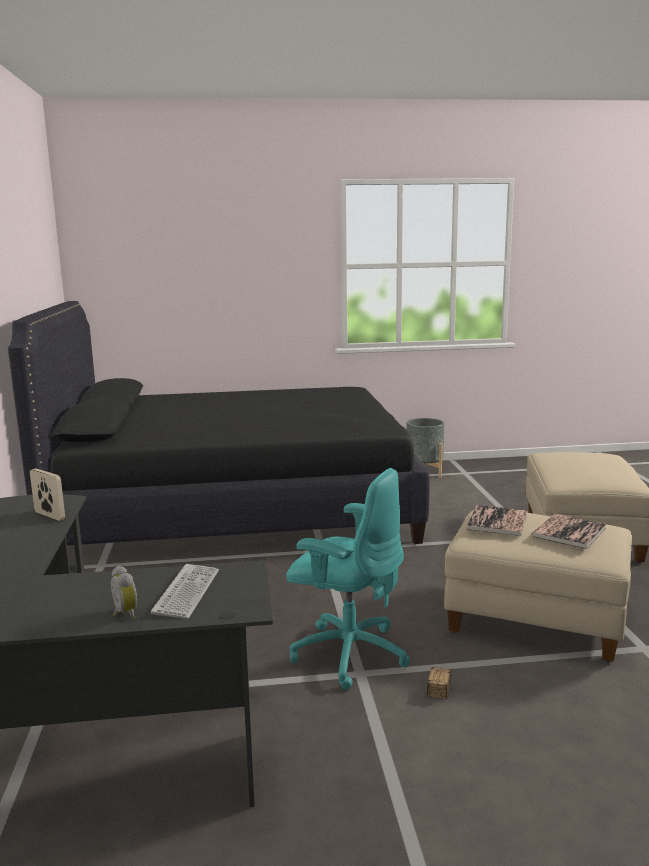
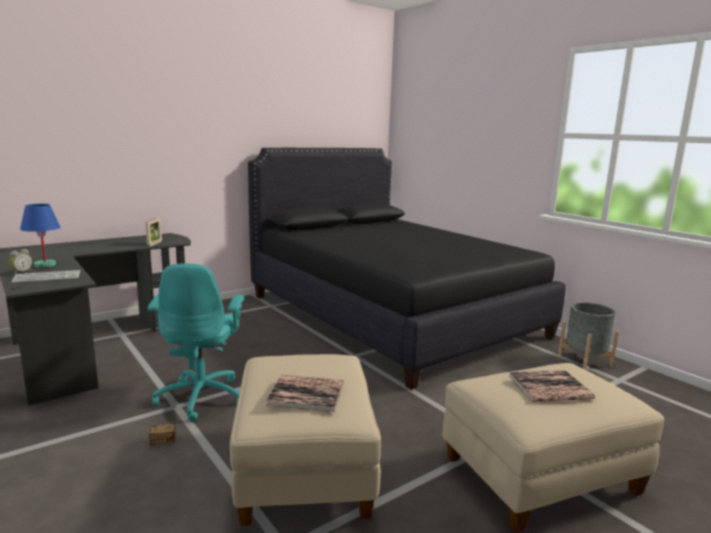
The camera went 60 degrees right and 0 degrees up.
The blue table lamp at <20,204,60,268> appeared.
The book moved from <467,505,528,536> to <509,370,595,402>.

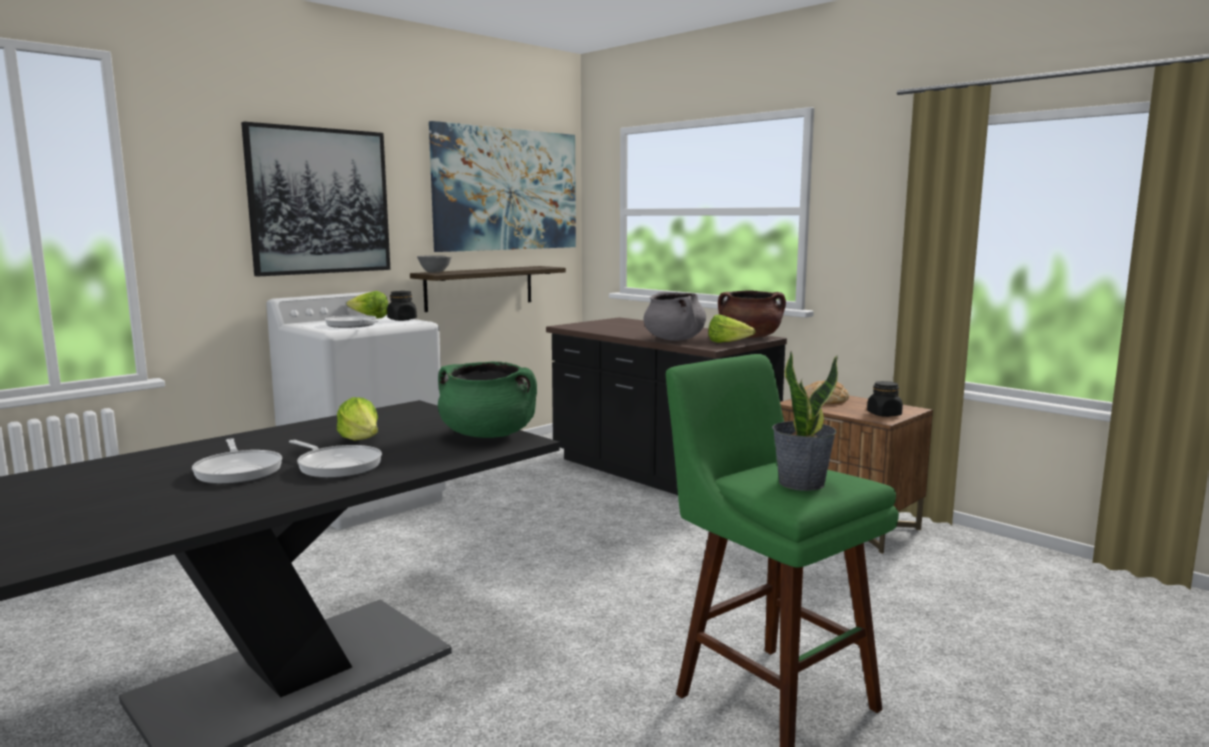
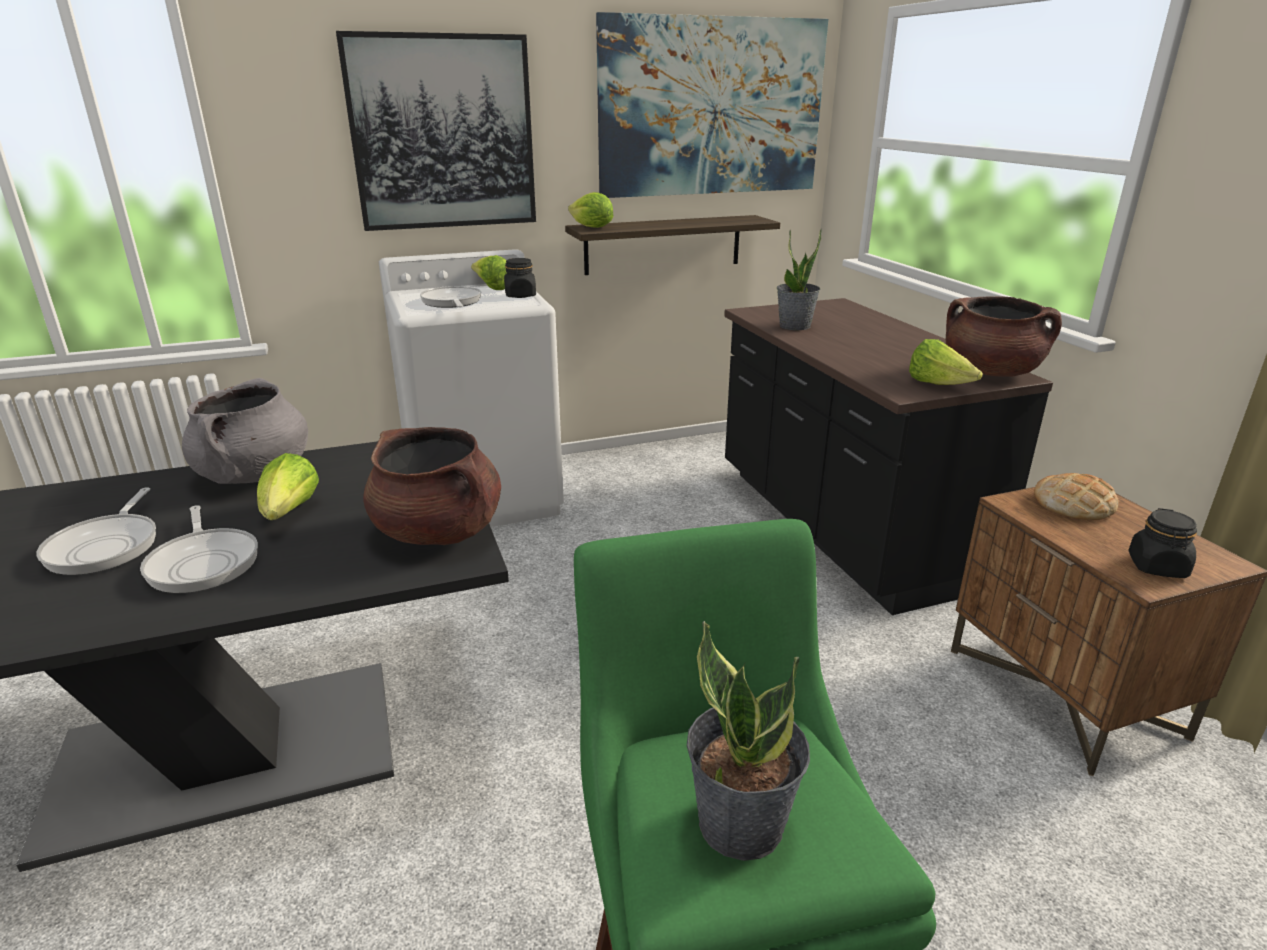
The camera went 25 degrees right and 15 degrees up.
The grey cooking pot moved from <644,292,706,341> to <182,378,308,484>.
The green cooking pot at <438,362,537,438> became the brown cooking pot at <363,427,501,545>.
The grey bowl at <417,255,452,273> was replaced by the lettuce at <568,192,613,228>.
The potted plant at <777,229,822,330> appeared.

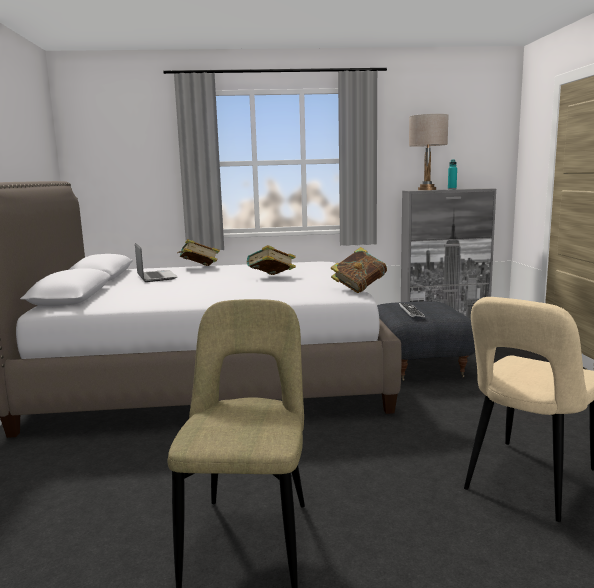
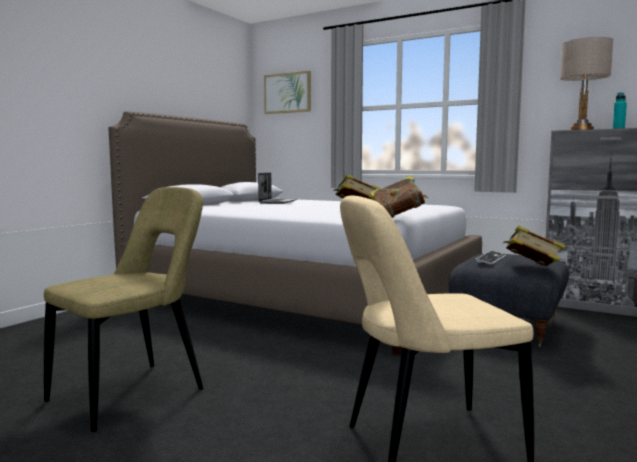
The camera went 35 degrees right and 5 degrees down.
The picture at <264,71,311,114> appeared.
The book moved from <178,239,220,266> to <503,226,566,266>.

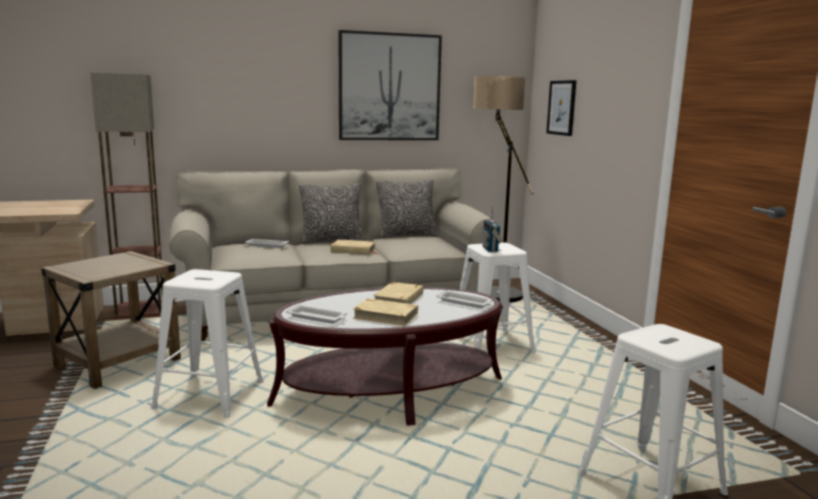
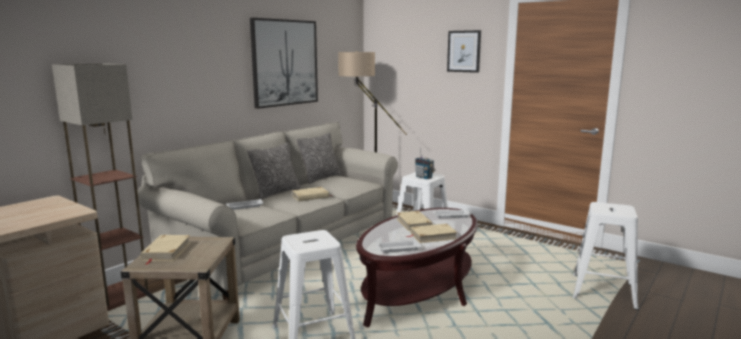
The camera went 35 degrees left and 0 degrees up.
The beige book at <141,235,191,265> appeared.
The picture moved from <546,80,577,136> to <447,30,481,73>.

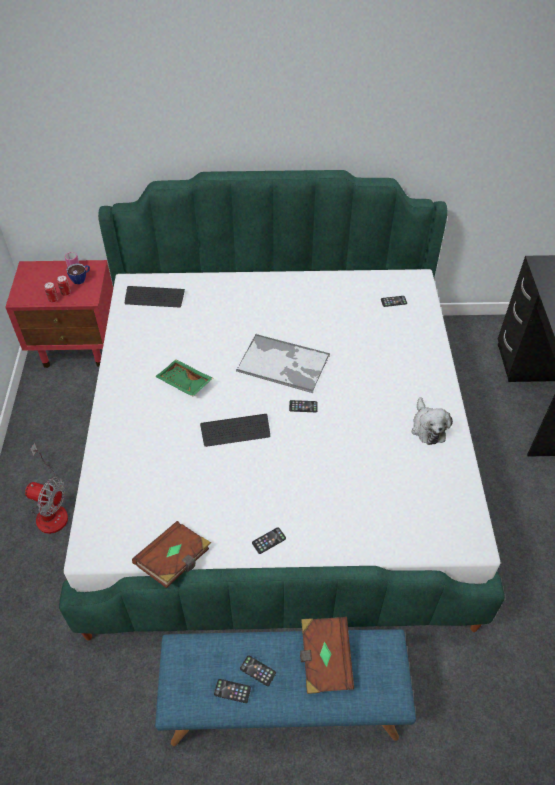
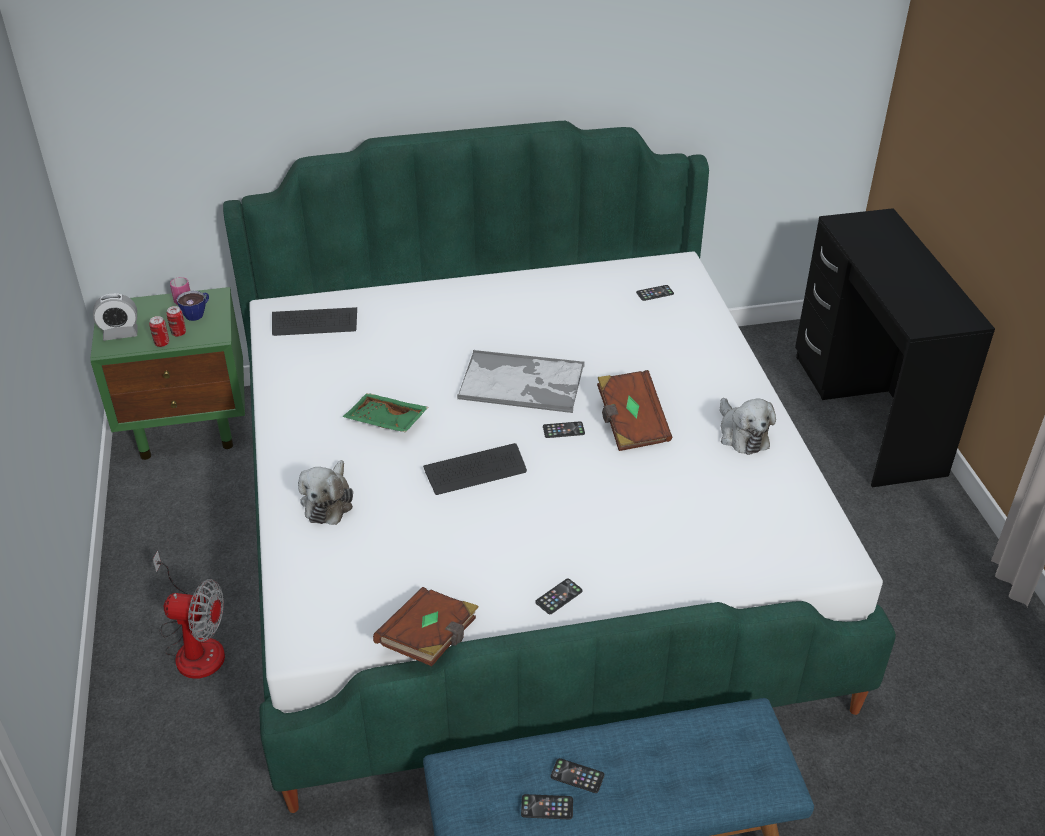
The camera went 10 degrees left and 10 degrees down.
The red nightstand at <5,260,113,368> became the green nightstand at <90,287,245,460>.
The alarm clock at <93,293,137,341> appeared.
The plush toy at <298,460,353,525> appeared.
The brown book moved from <300,617,354,694> to <597,370,672,451>.

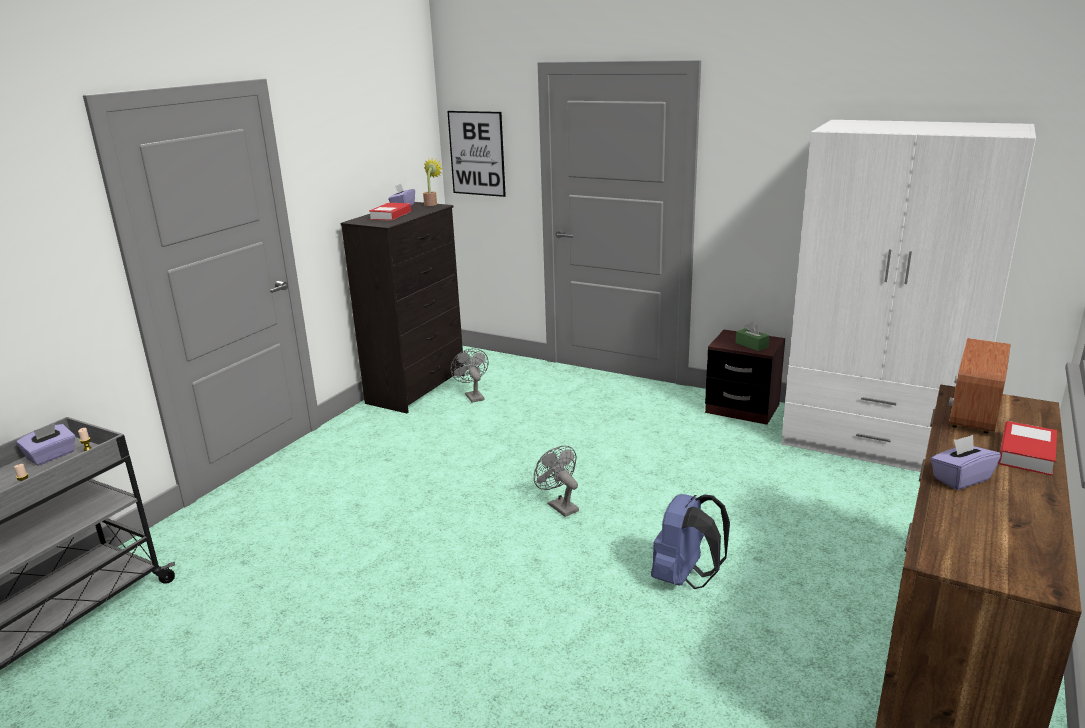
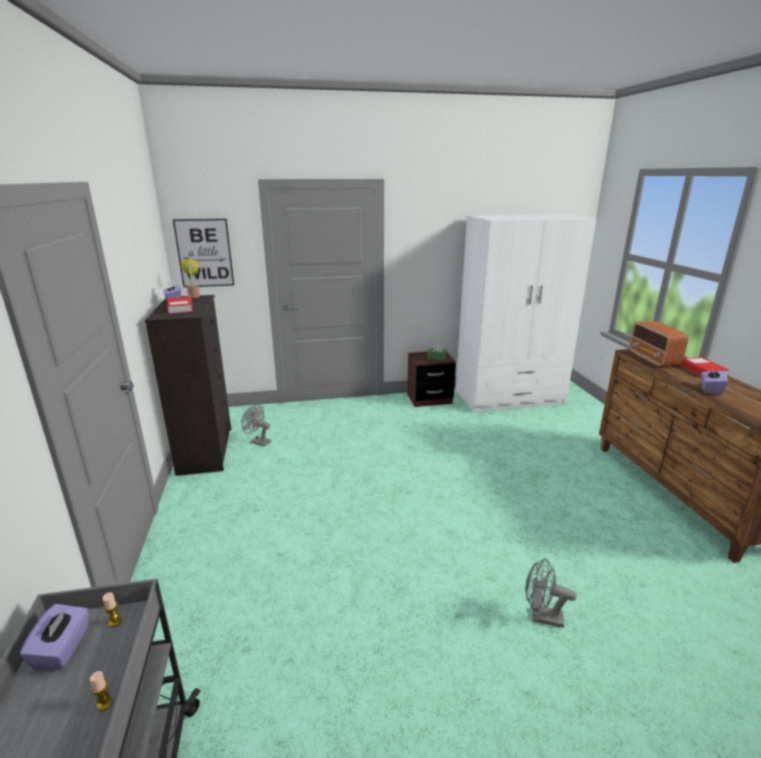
The camera went 40 degrees left and 0 degrees up.
The grey fan moved from <534,446,579,517> to <526,558,577,628>.
The blue backpack at <651,494,730,589> disappeared.

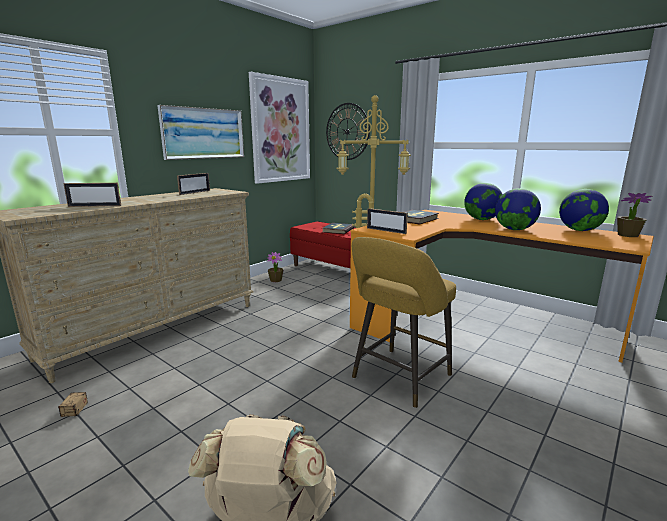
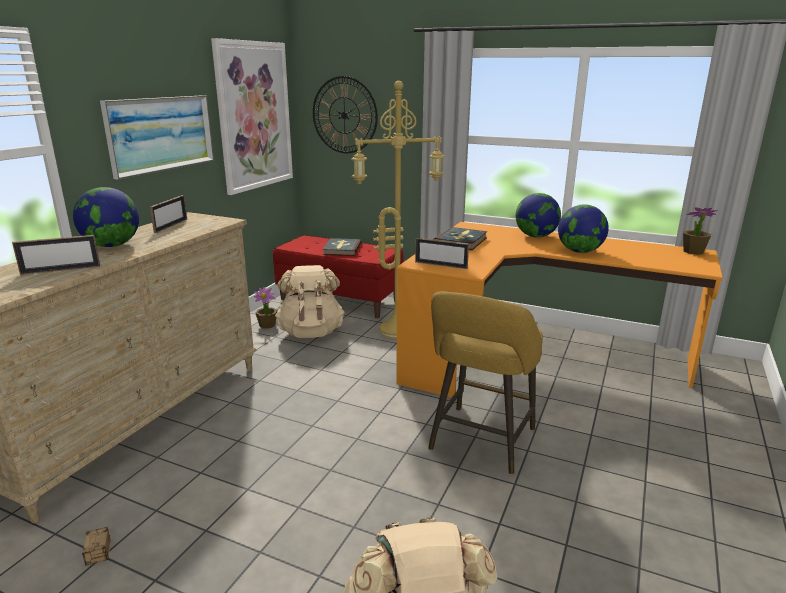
The camera went 15 degrees left and 5 degrees up.
The globe moved from <559,189,609,231> to <73,187,139,247>.
The beige backpack at <275,265,345,338> appeared.

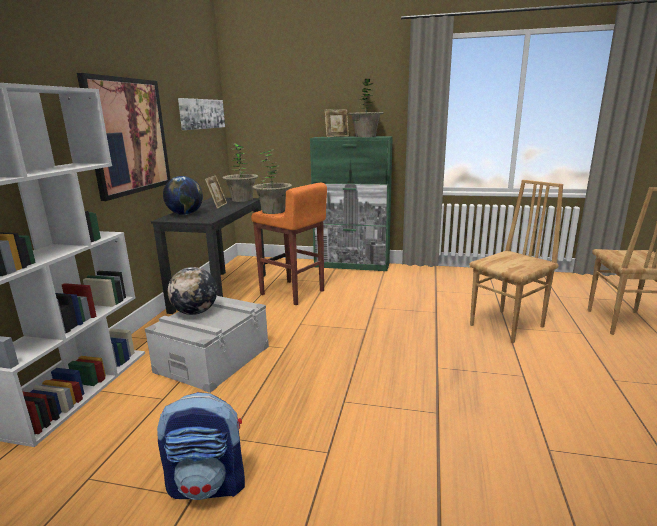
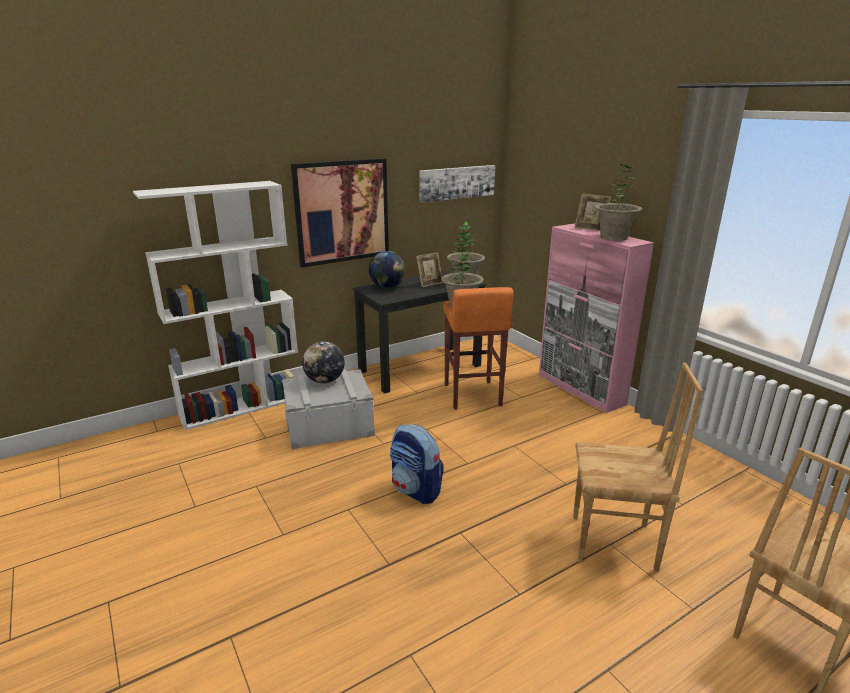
The camera went 45 degrees right and 5 degrees up.
The backpack moved from <157,392,245,500> to <390,424,444,504>.
The green cabinet at <310,136,393,271> became the pink cabinet at <539,224,654,413>.

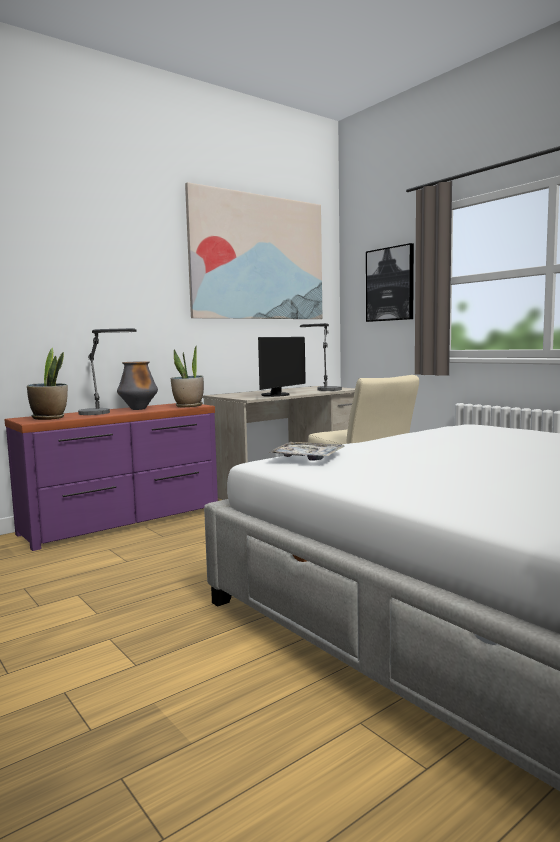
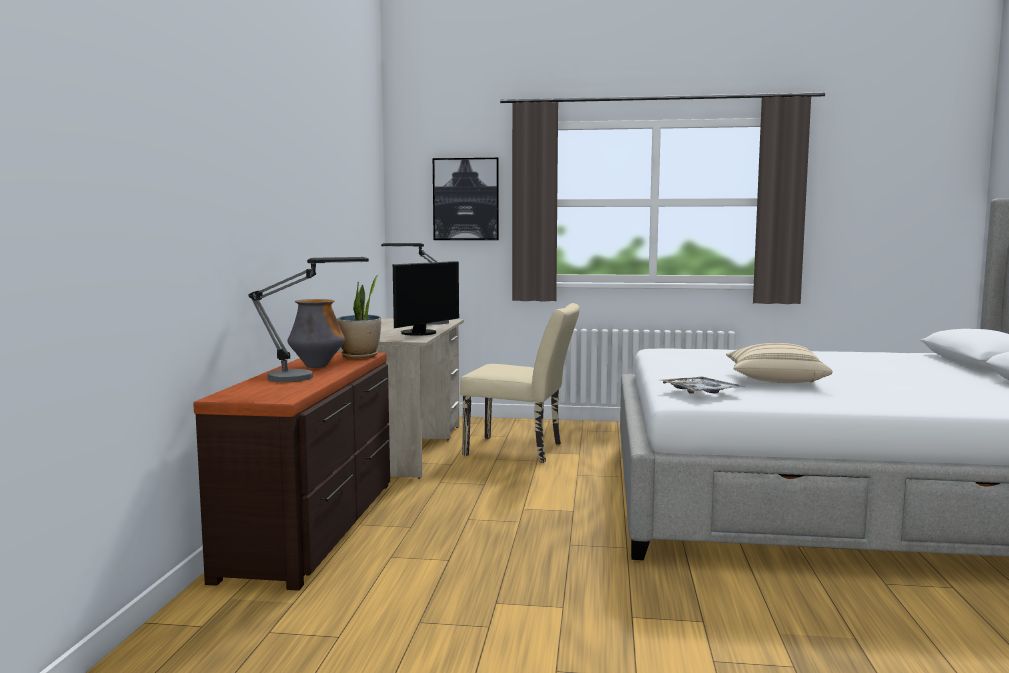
The camera went 45 degrees left and 0 degrees up.
The purple dresser at <5,403,218,551> became the brown dresser at <193,352,390,591>.
The monitor at <258,337,306,397> turned 45 degrees clockwise.
The beige pillow at <726,343,833,383> appeared.
The potted plant at <27,348,68,420> disappeared.
The picture at <185,182,322,319> disappeared.

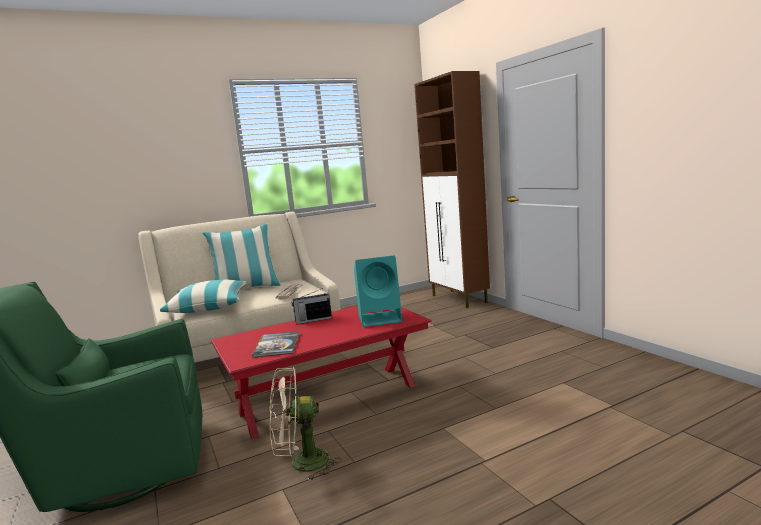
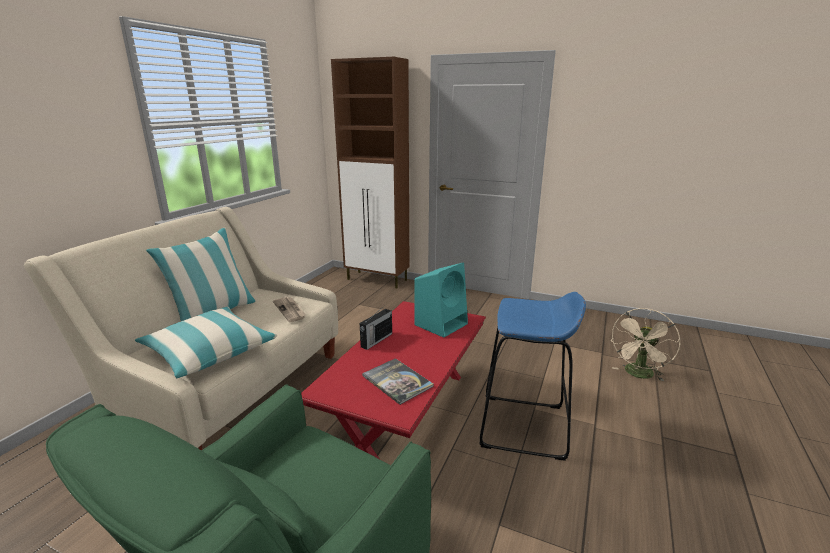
The camera went 40 degrees left and 10 degrees up.
The blue stool at <479,292,586,461> appeared.
The beige fan moved from <269,367,341,481> to <610,308,680,381>.

